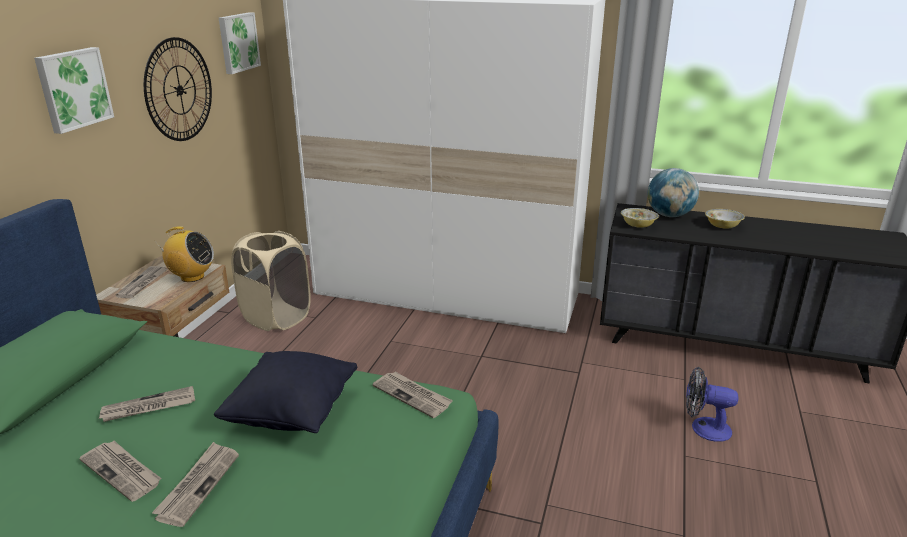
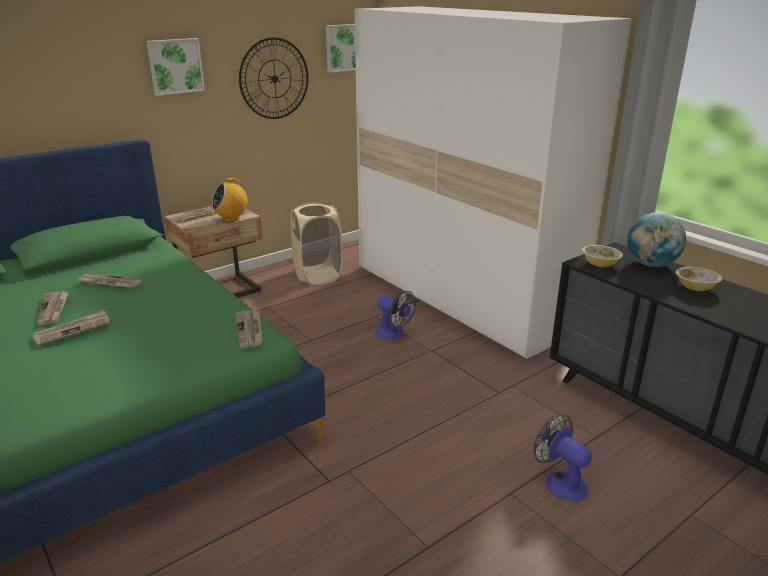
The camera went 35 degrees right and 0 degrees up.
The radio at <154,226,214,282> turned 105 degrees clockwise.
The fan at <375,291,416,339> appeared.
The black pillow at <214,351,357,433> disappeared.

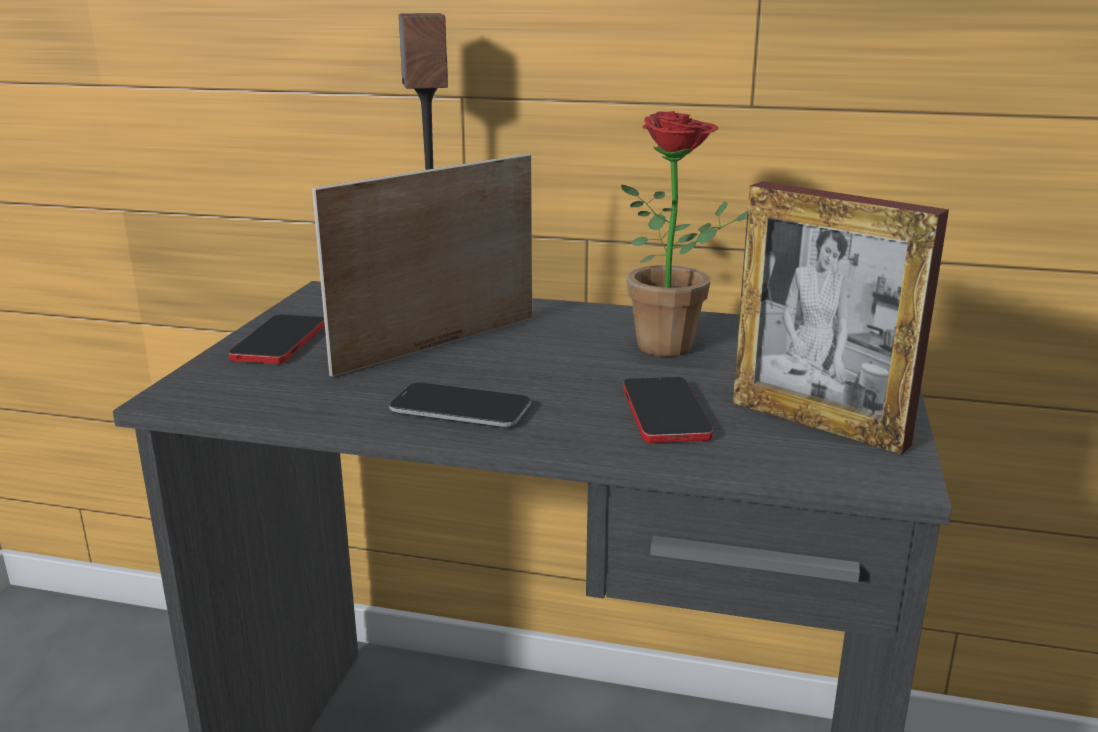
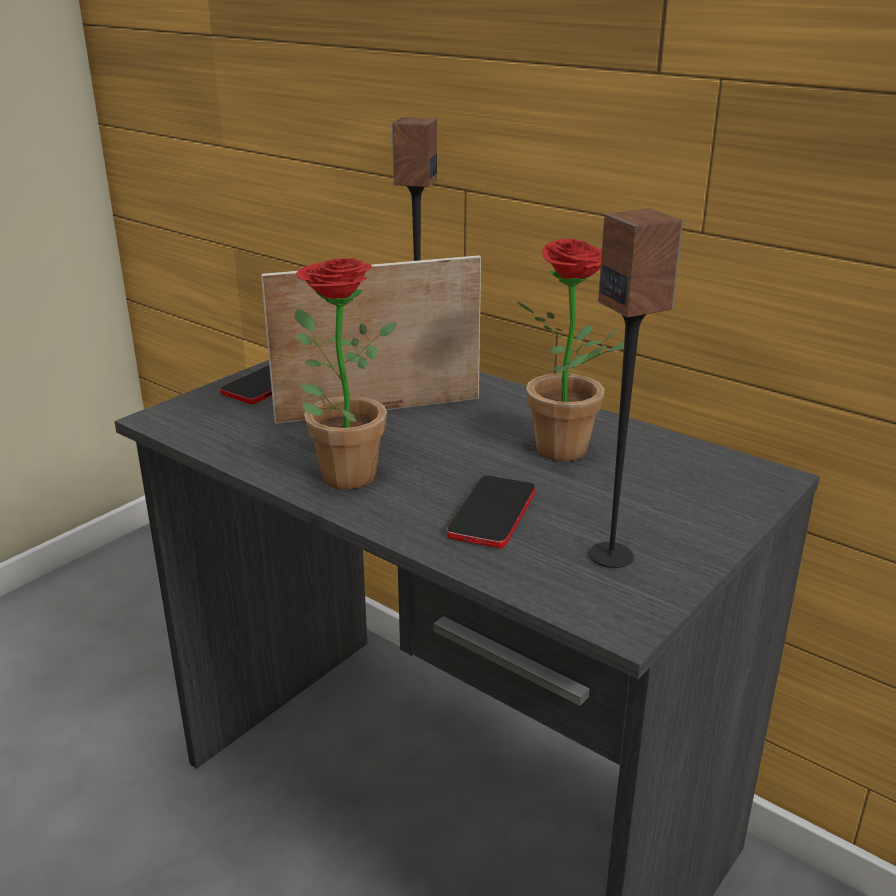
The camera went 25 degrees right and 5 degrees up.
The phone at <389,383,531,427> was replaced by the potted plant at <294,258,397,490>.
The picture frame at <733,181,949,455> was replaced by the speaker at <589,208,683,568>.

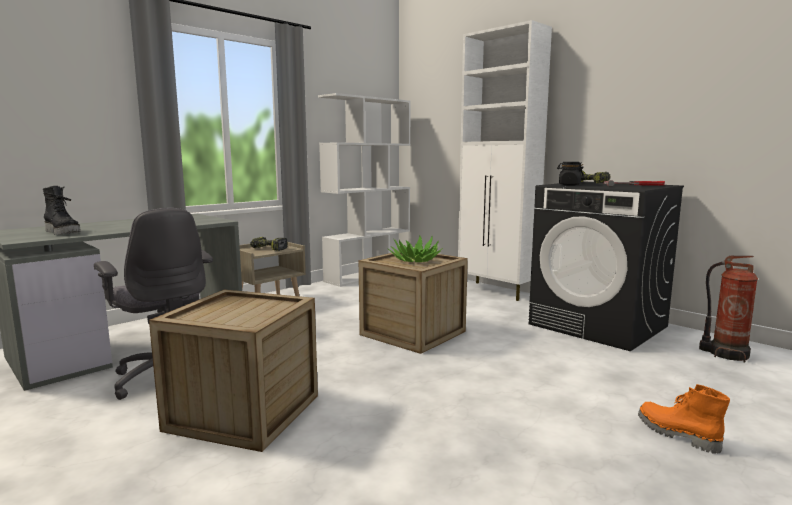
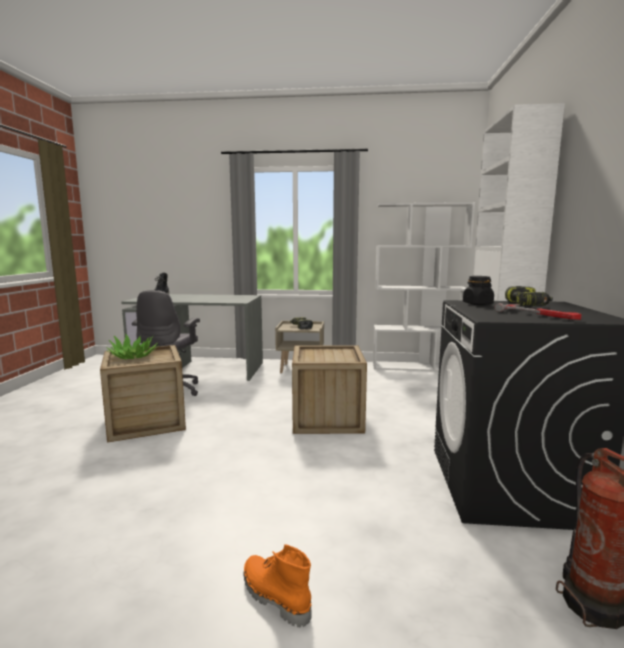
The camera went 50 degrees right and 0 degrees up.
The potted plant moved from <387,236,443,262> to <106,334,159,359>.
The orange boot at <638,384,730,454> turned 60 degrees counterclockwise.

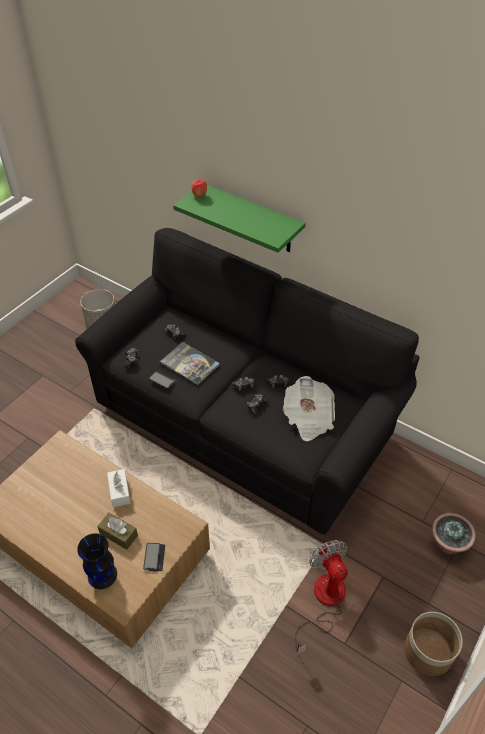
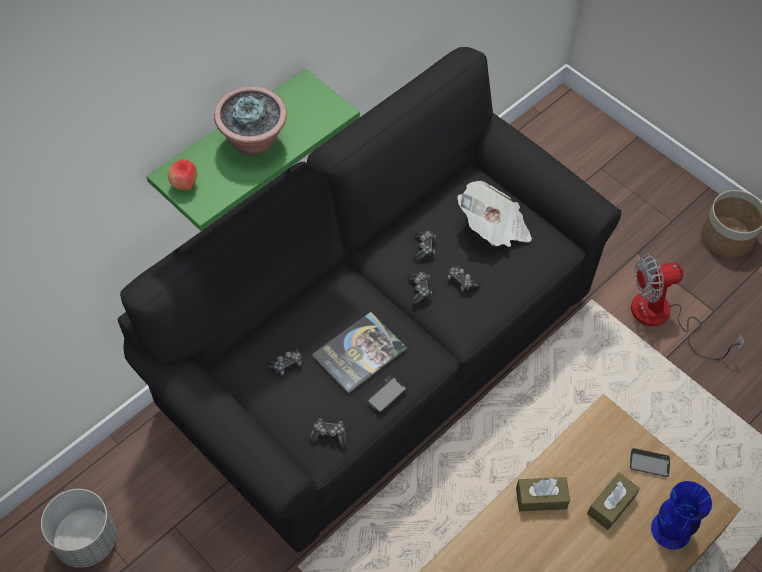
The camera went 80 degrees left and 10 degrees up.
The potted plant moved from <432,513,476,554> to <214,86,287,156>.
The white tissue box at <107,469,131,507> became the brown tissue box at <516,477,570,511>.
The black vase at <77,533,117,589> became the blue vase at <651,481,712,550>.

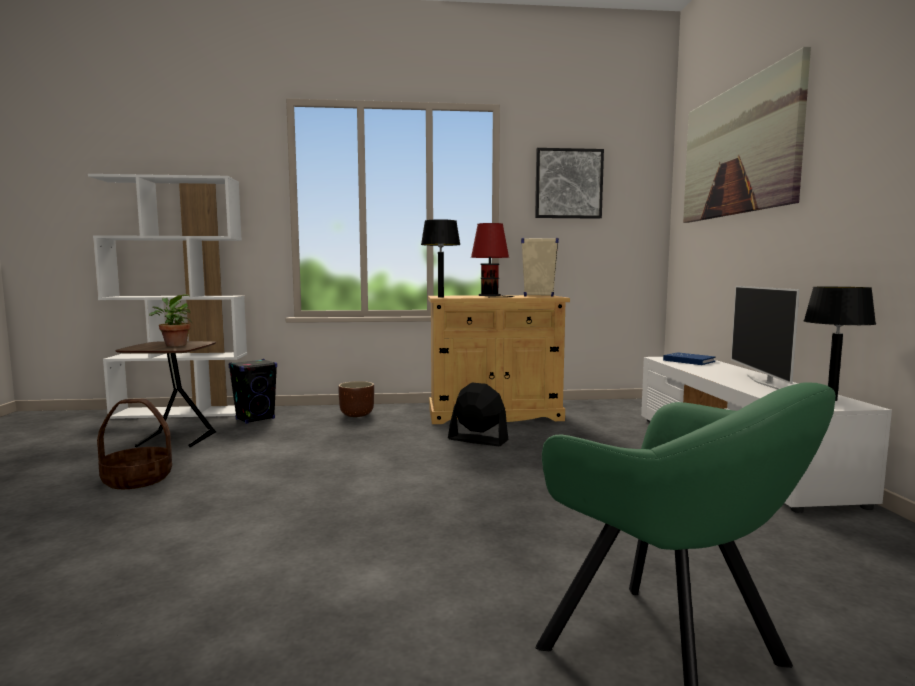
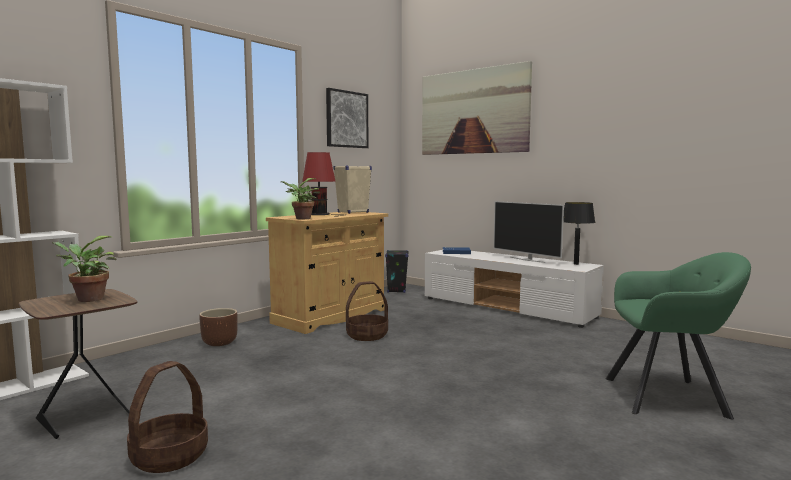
The camera went 45 degrees left and 0 degrees up.
The black table lamp at <421,219,461,297> was replaced by the potted plant at <281,178,320,219>.
The black fan at <448,383,508,446> was replaced by the basket at <346,281,388,341>.
The black speaker moved from <229,359,277,424> to <385,250,409,293>.

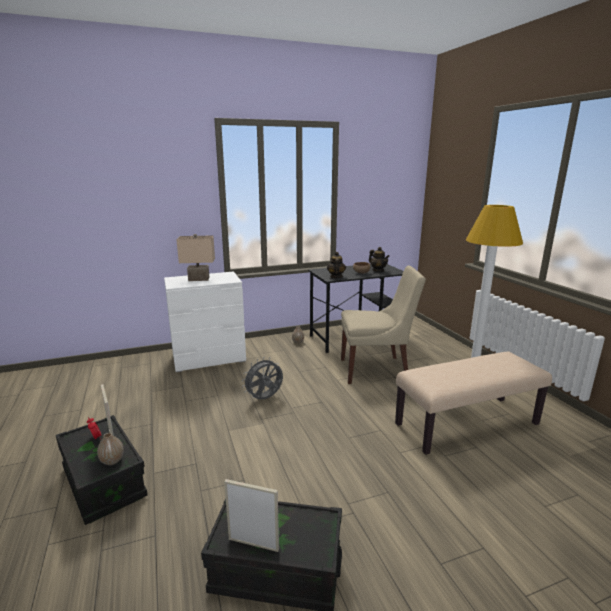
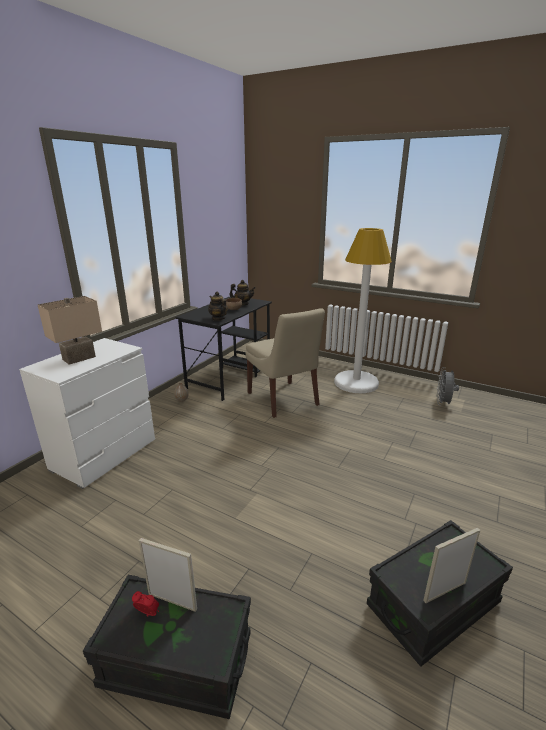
The camera went 40 degrees left and 5 degrees up.
The beige chair at <341,266,426,384> turned 105 degrees clockwise.
The grey fan moved from <242,357,283,400> to <437,367,459,406>.
The vase at <97,433,124,465> disappeared.
The beige bench at <395,352,552,455> disappeared.

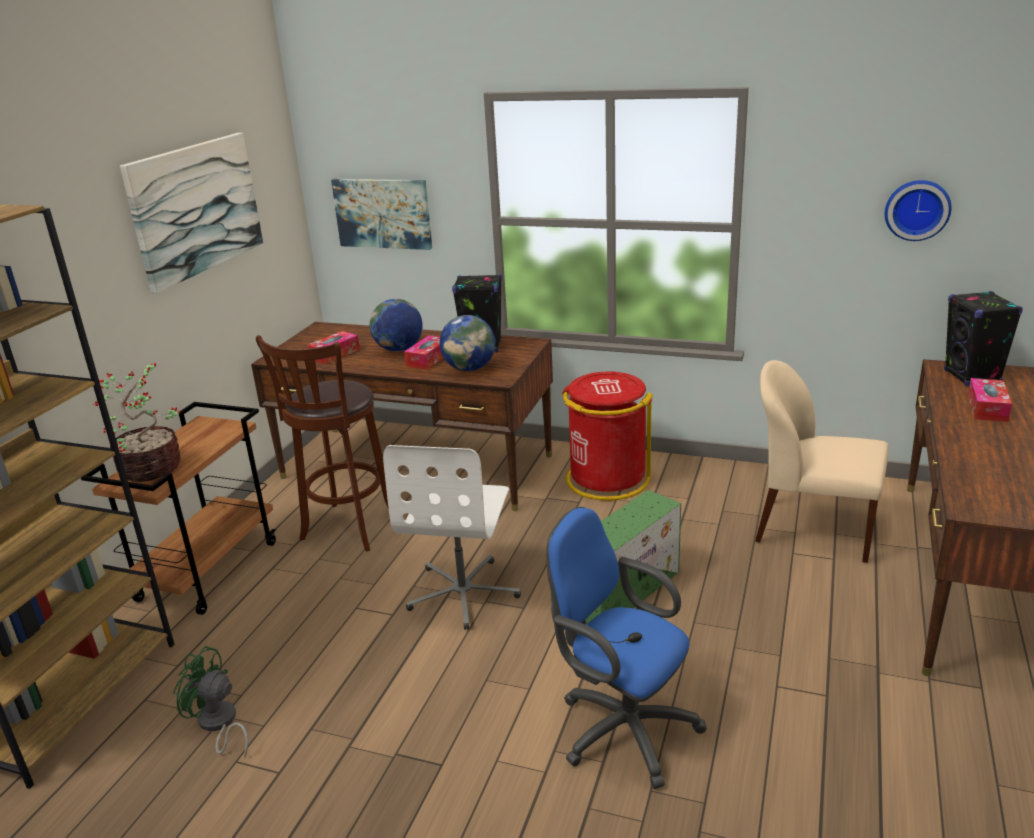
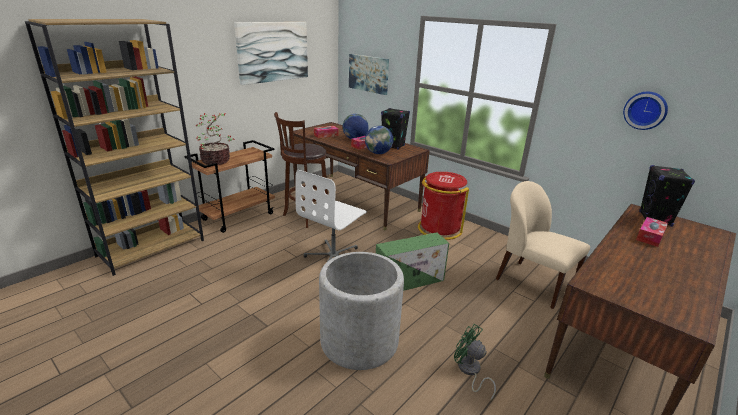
The camera went 20 degrees right and 0 degrees up.
The blue office chair at <546,507,707,789> was replaced by the grey planter at <319,252,404,370>.
The green fan moved from <173,646,249,757> to <454,324,496,401>.

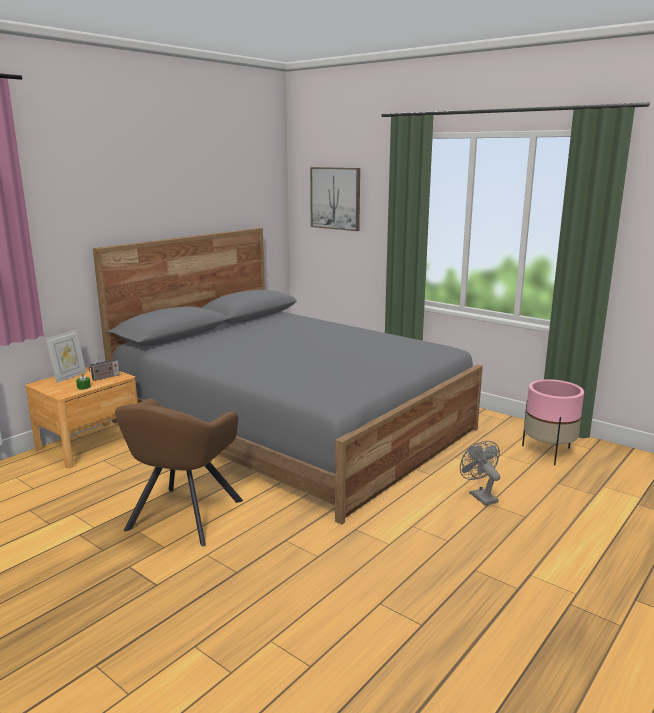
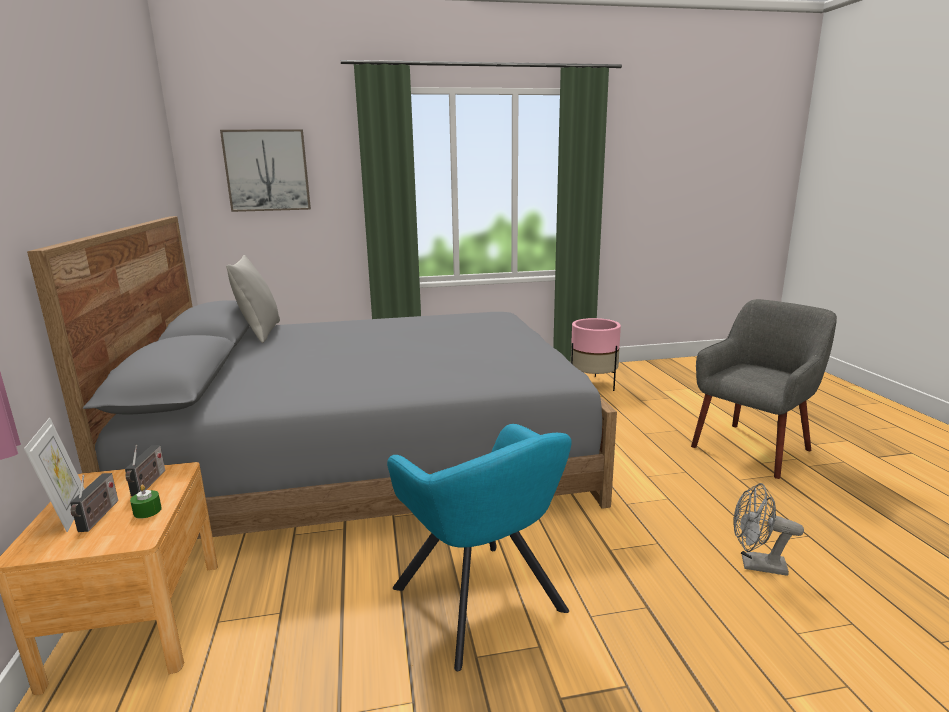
The camera went 50 degrees left and 0 degrees up.
The radio at <70,473,118,532> appeared.
The grey pillow at <226,255,280,343> appeared.
The brown armchair at <115,399,243,546> became the turquoise armchair at <387,424,572,671>.
The grey armchair at <691,299,837,479> appeared.
The grey fan moved from <460,441,500,506> to <733,483,804,576>.

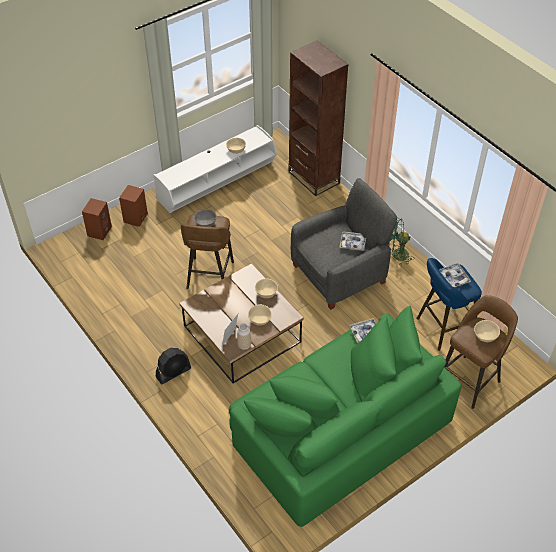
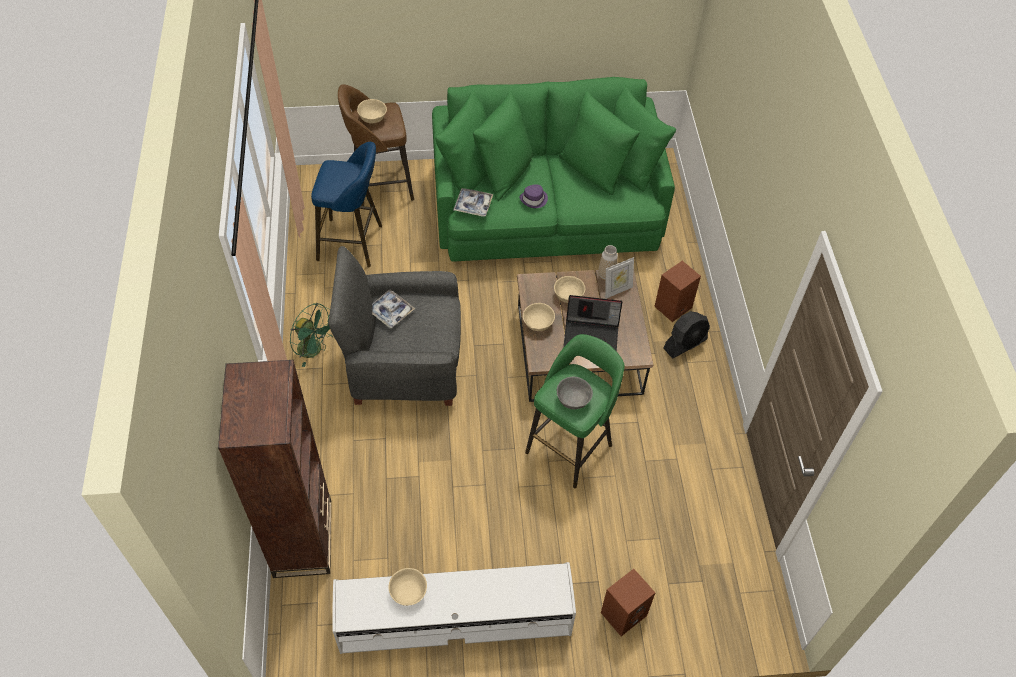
The camera went 150 degrees left and 5 degrees up.
The purple hat at <519,184,548,208> appeared.
The brown stool at <181,214,234,289> became the green stool at <525,334,625,488>.
The laptop at <563,295,622,352> appeared.
The brown speaker moved from <82,198,112,240> to <654,261,701,322>.
The black fan at <156,348,191,384> turned 150 degrees clockwise.
The tray at <439,263,471,287> disappeared.

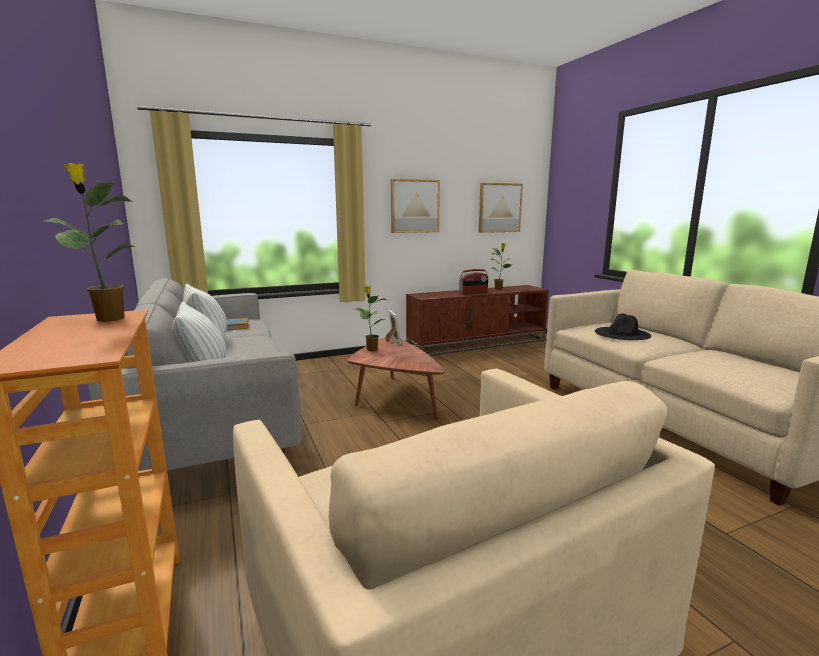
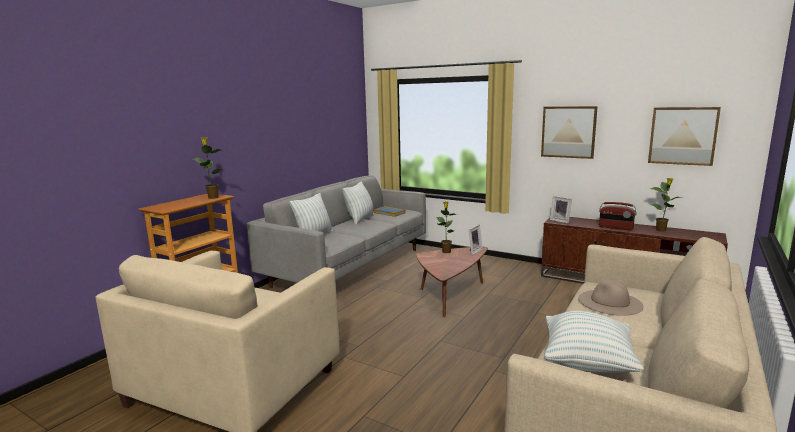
The camera went 55 degrees right and 0 degrees up.
The pillow at <544,311,644,373> appeared.
The picture frame at <550,196,572,224> appeared.
The black hat at <595,313,651,340> became the beige hat at <578,280,644,316>.

